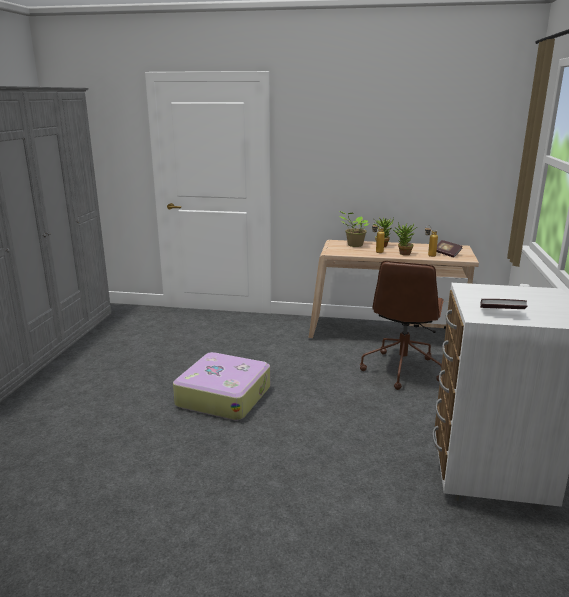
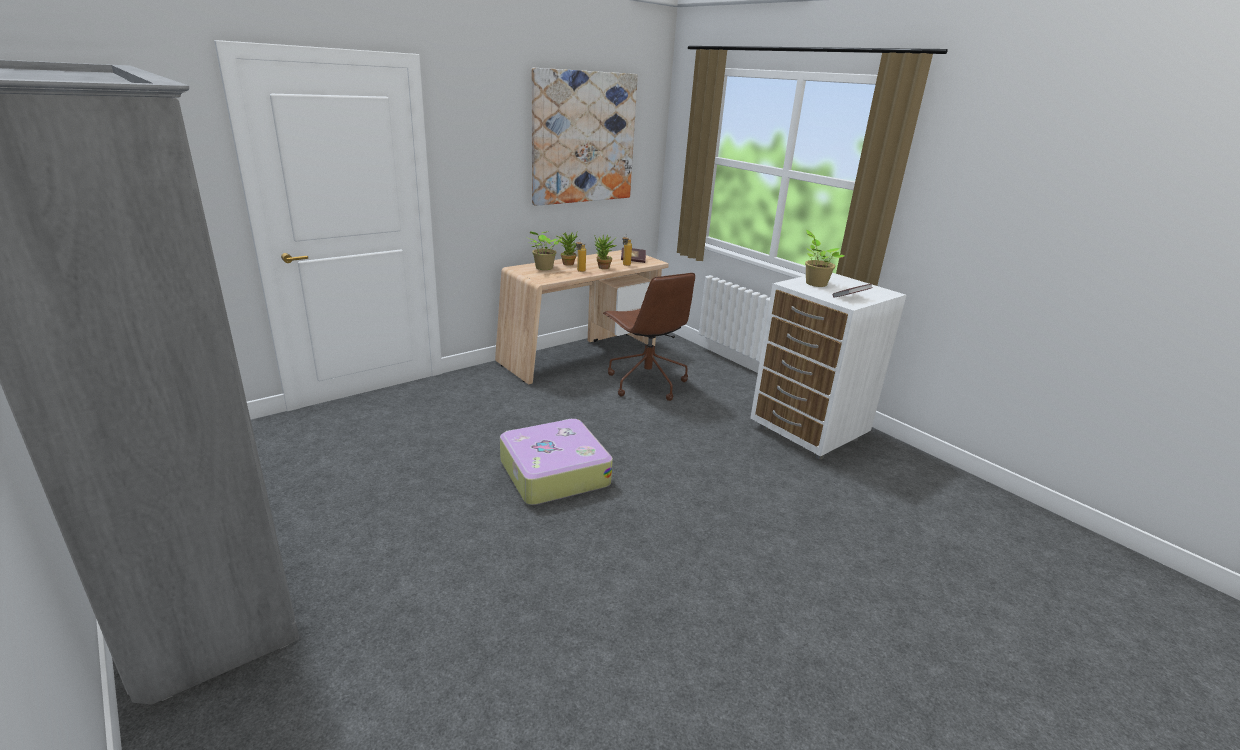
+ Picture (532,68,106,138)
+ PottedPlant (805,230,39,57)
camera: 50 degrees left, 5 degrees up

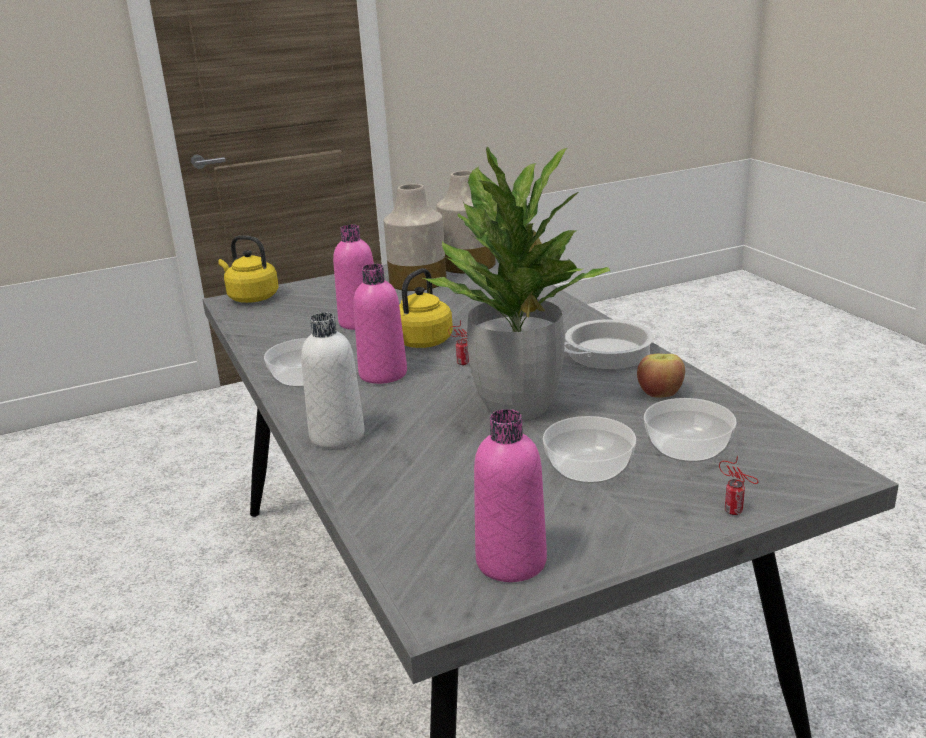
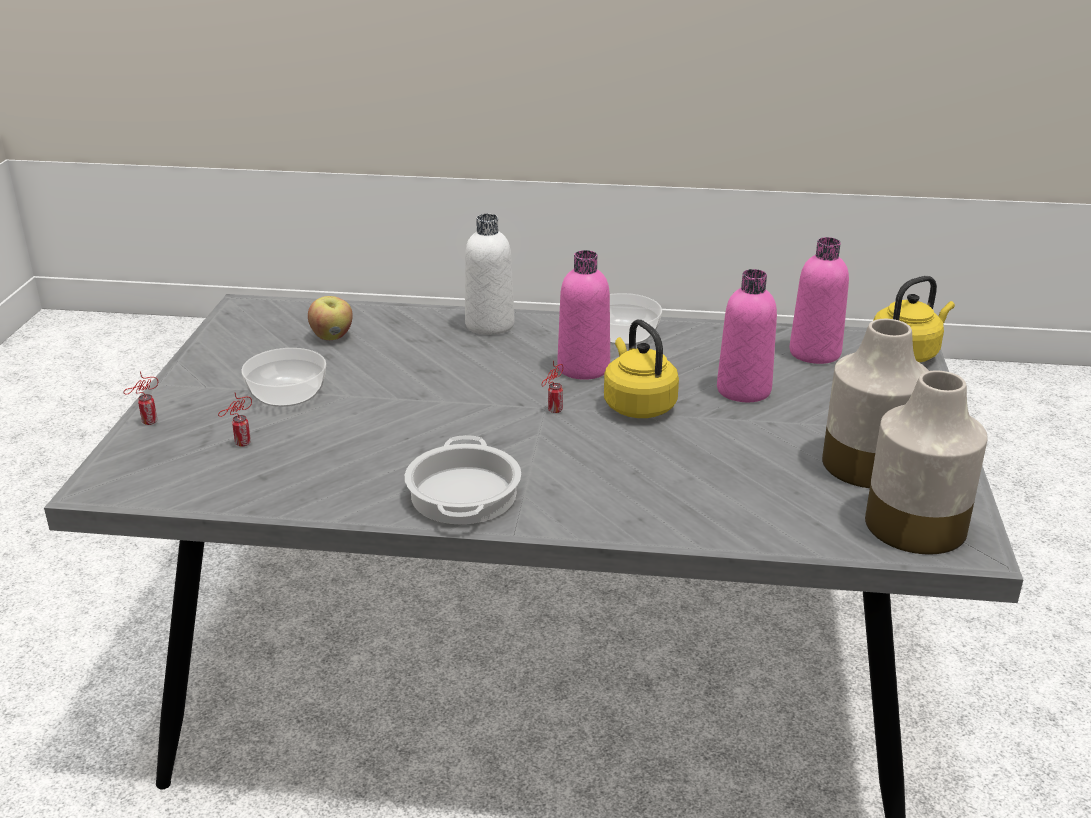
- PottedPlant (423,146,187,275)
~ PinkBottle (474,409,73,173) to (789,237,60,127)
~ Apple (637,354,48,44) to (308,296,45,44)
~ Bowl (644,398,93,64) to Can (218,393,34,54)
camera: 120 degrees right, 5 degrees up

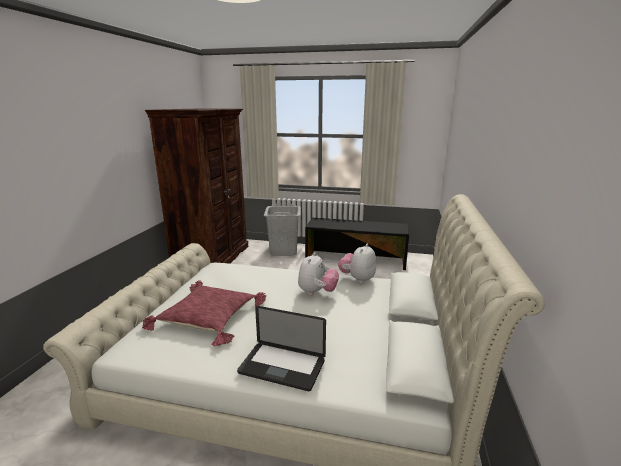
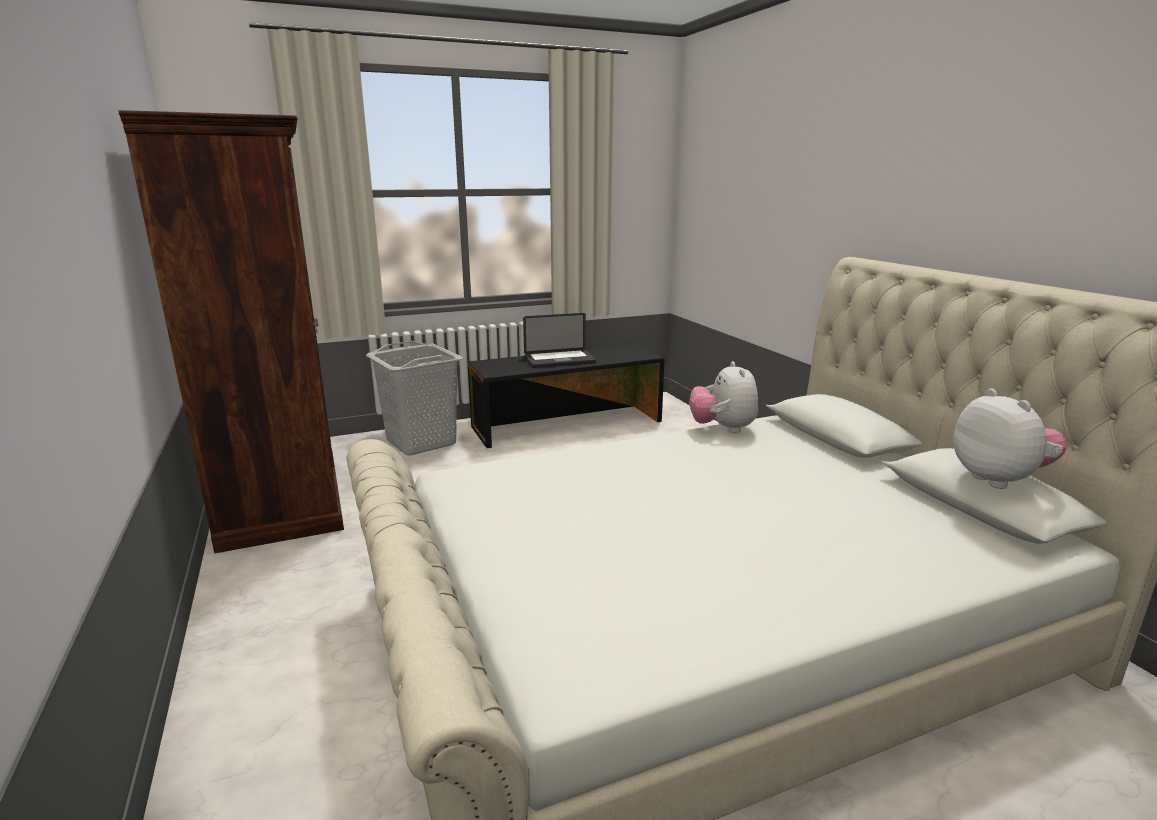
- RedPillow (142,280,124,66)
~ Laptop (237,306,89,85) to (523,313,73,55)
~ PlushToy (298,252,41,43) to (953,389,114,100)
camera: 35 degrees left, 0 degrees up

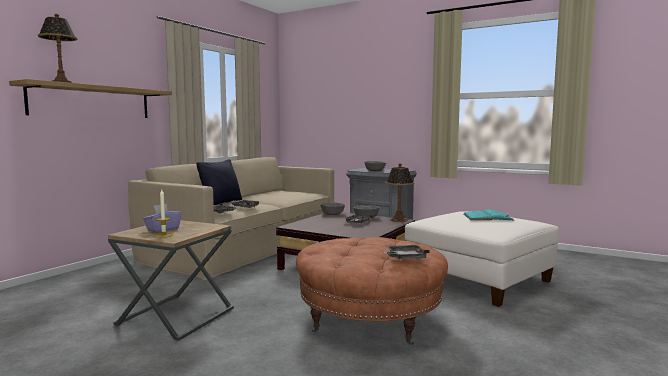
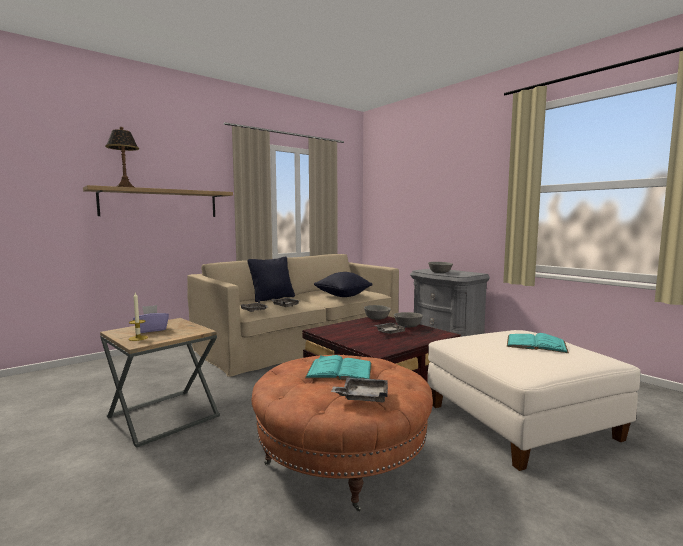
- TableLamp (385,163,29,59)
+ TurquoiseBook (305,355,67,25)
+ BlackPillow (314,272,59,25)
camera: 20 degrees right, 0 degrees up

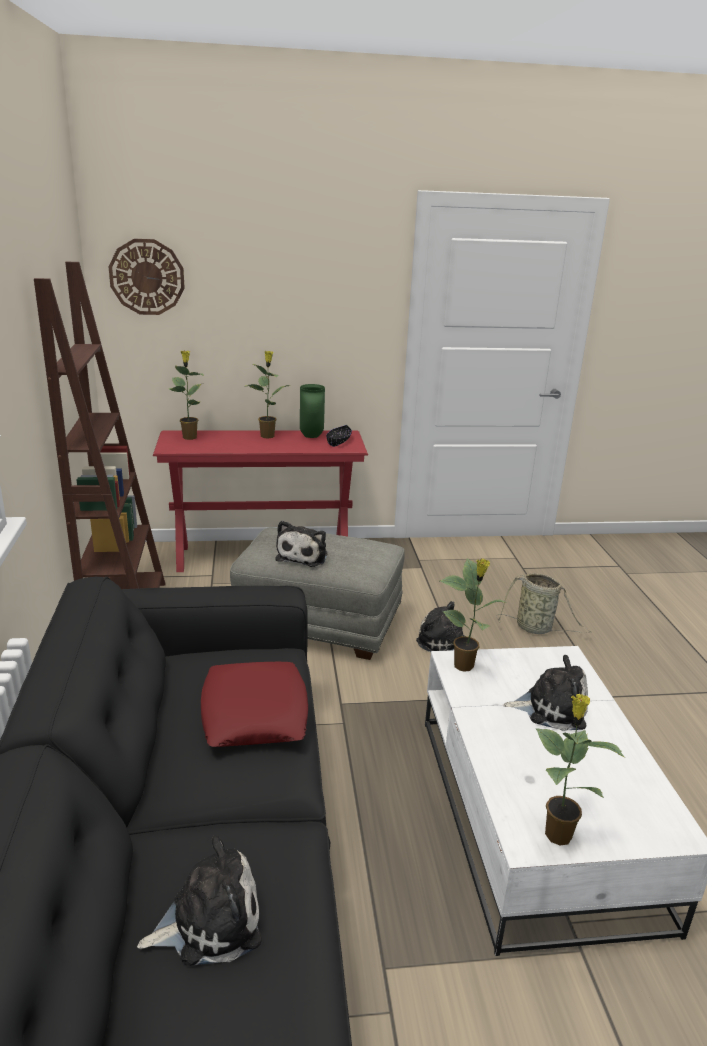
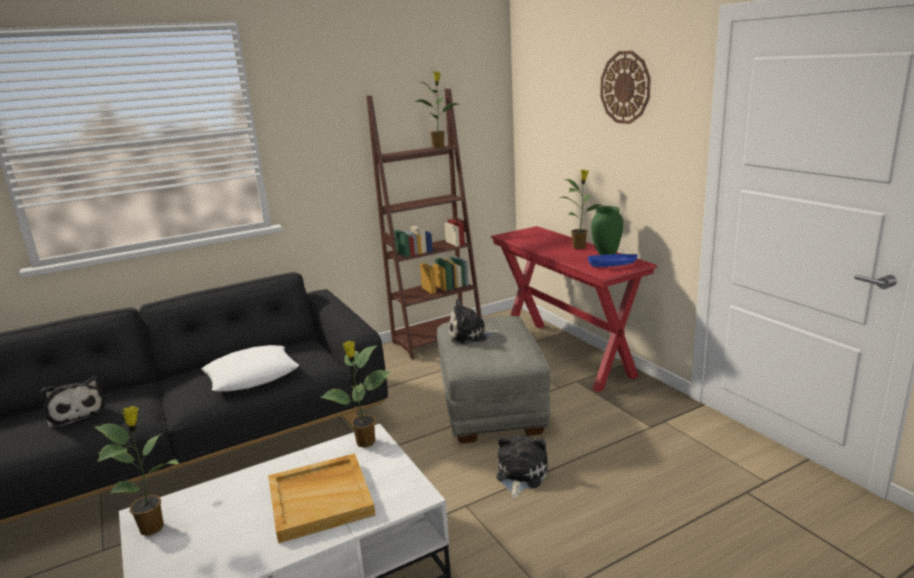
- Basket (496,573,96,61)
~ WallClock (108,239,77,76) to (600,51,51,73)
~ PottedPlant (168,351,36,89) to (414,72,44,77)
~ PlushToy (503,655,85,76) to BeigeTray (268,453,108,90)
~ RedPillow (201,662,107,85) to WhitePillow (201,345,98,46)
~ BlackBowl (326,425,26,22) to BlueBowl (588,254,50,13)
camera: 70 degrees right, 5 degrees down

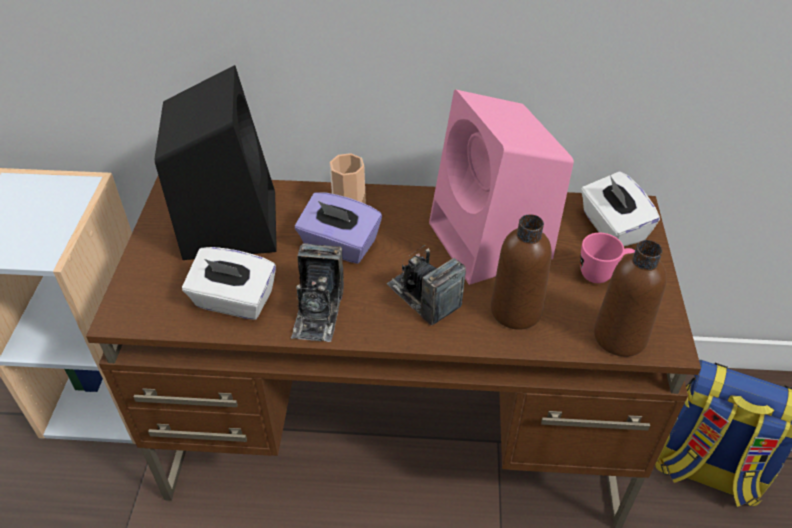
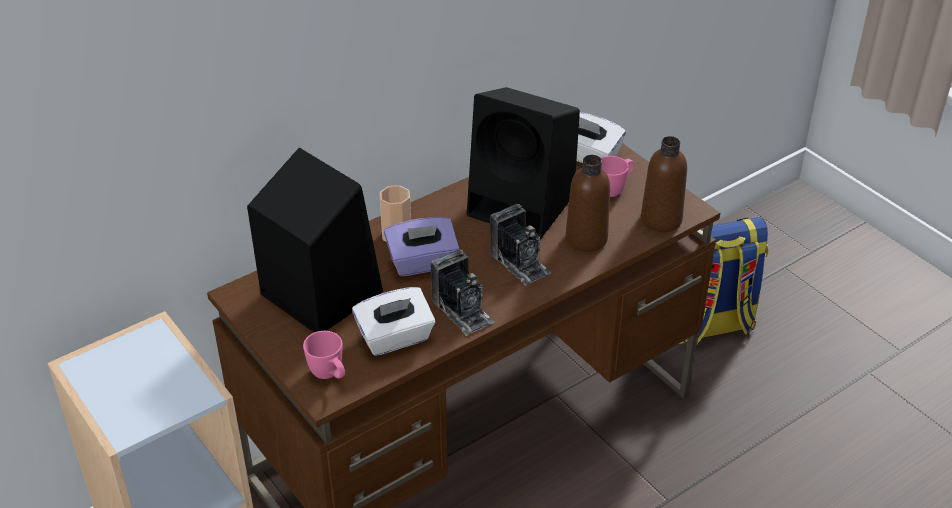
+ PinkMug (303,331,42,48)
~ PinkSpeaker (429,89,145,196) to BlackSpeaker (467,87,113,153)
~ PhotoCamera (387,245,79,81) = (490,204,62,82) 135 degrees counterclockwise
camera: 40 degrees left, 5 degrees down

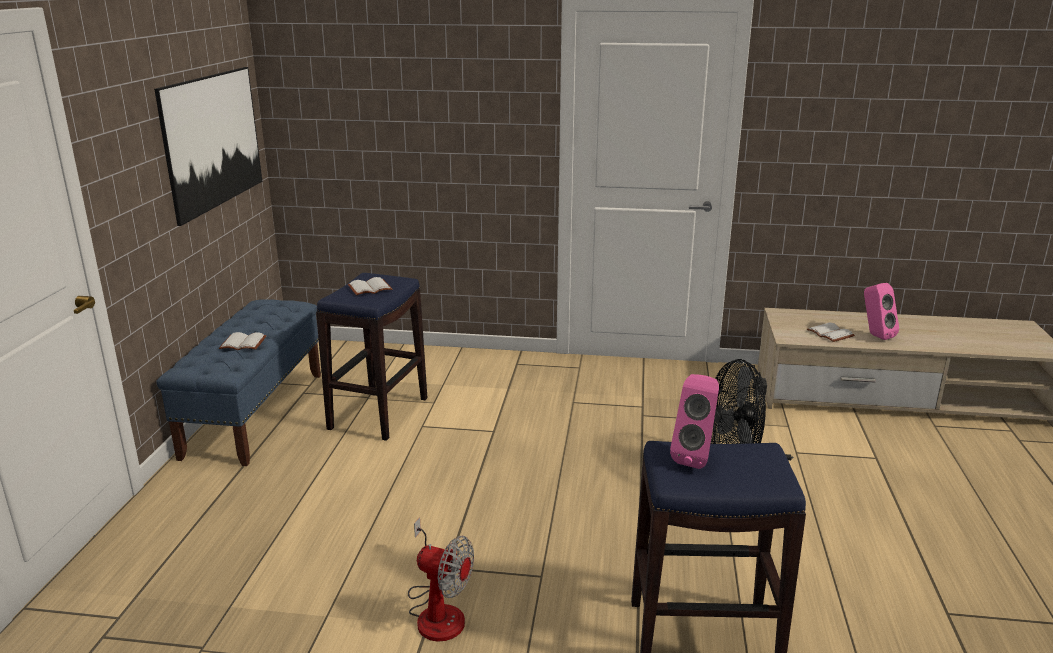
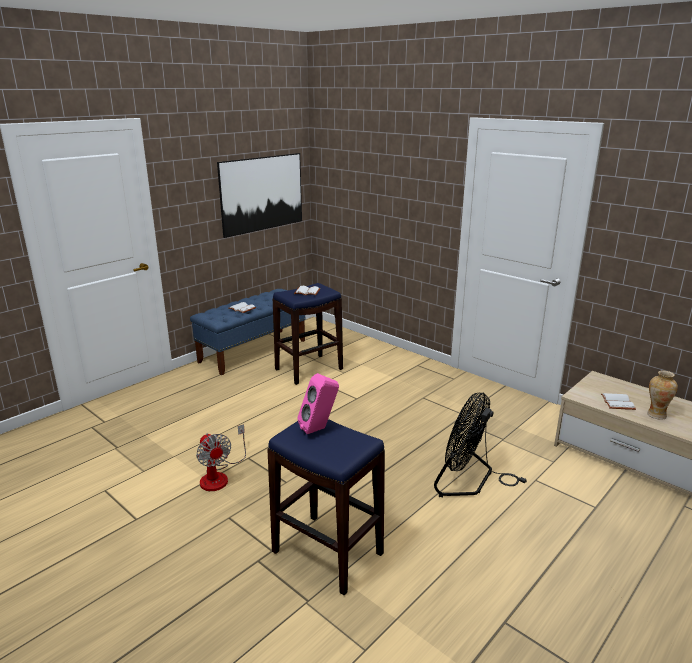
~ PinkSpeaker (864,283,35,57) to Vase (647,371,31,49)
camera: 35 degrees right, 0 degrees up

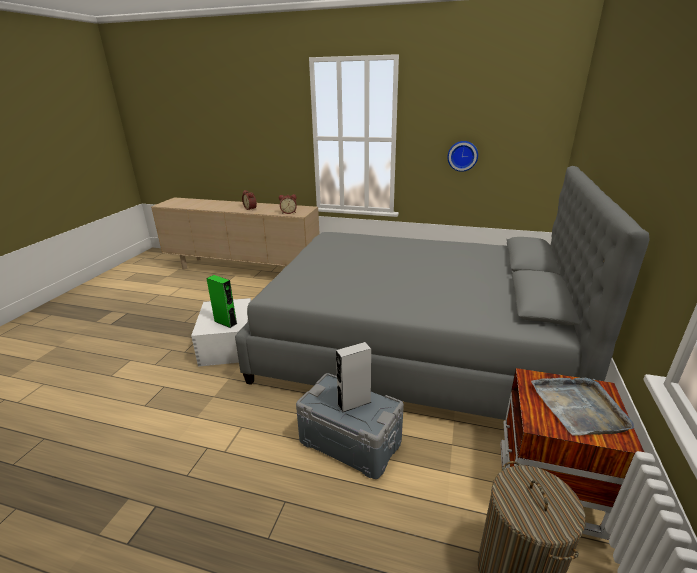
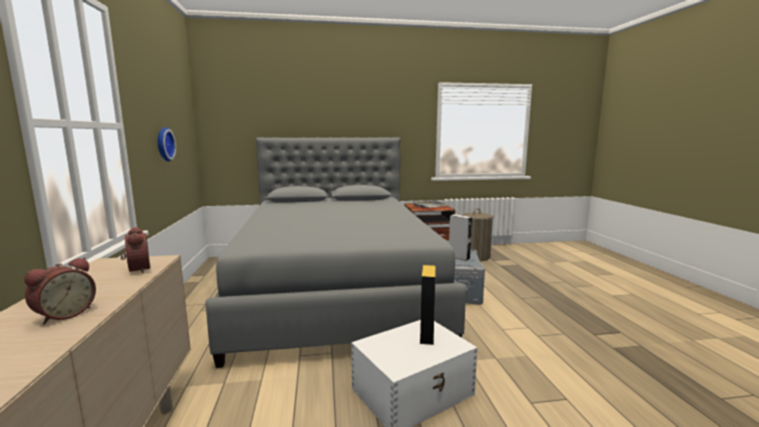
~ GreenSpeaker (206,275,31,53) to YellowSpeaker (420,265,16,80)
camera: 115 degrees left, 15 degrees down

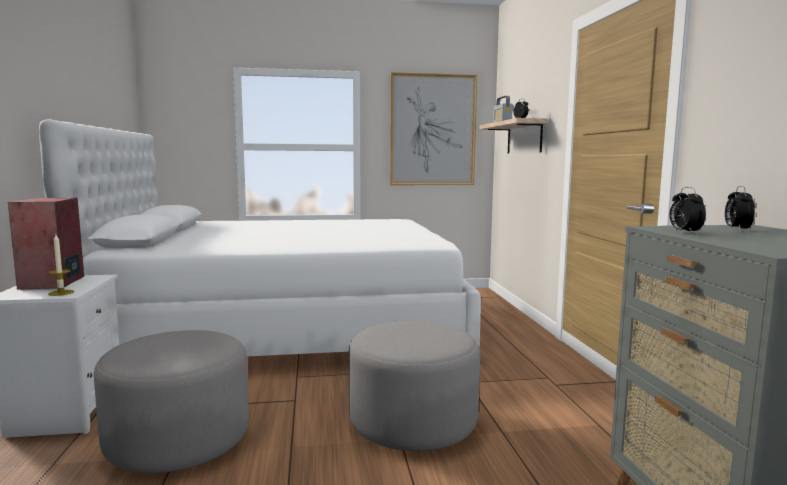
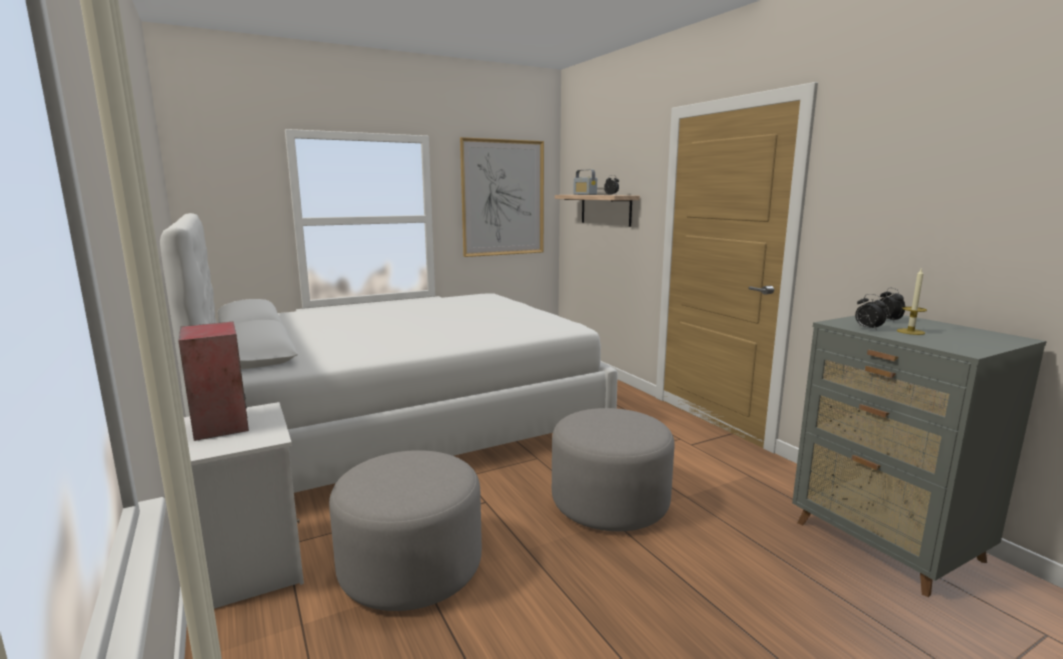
~ Candle (48,235,26,61) to (897,267,30,68)
camera: 20 degrees left, 5 degrees up

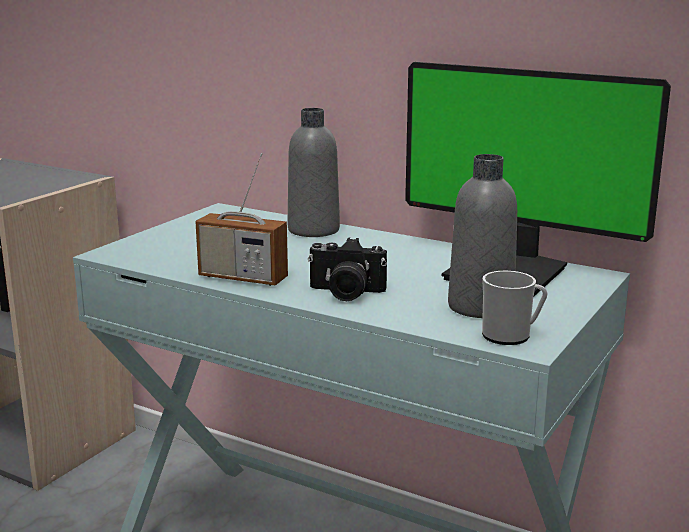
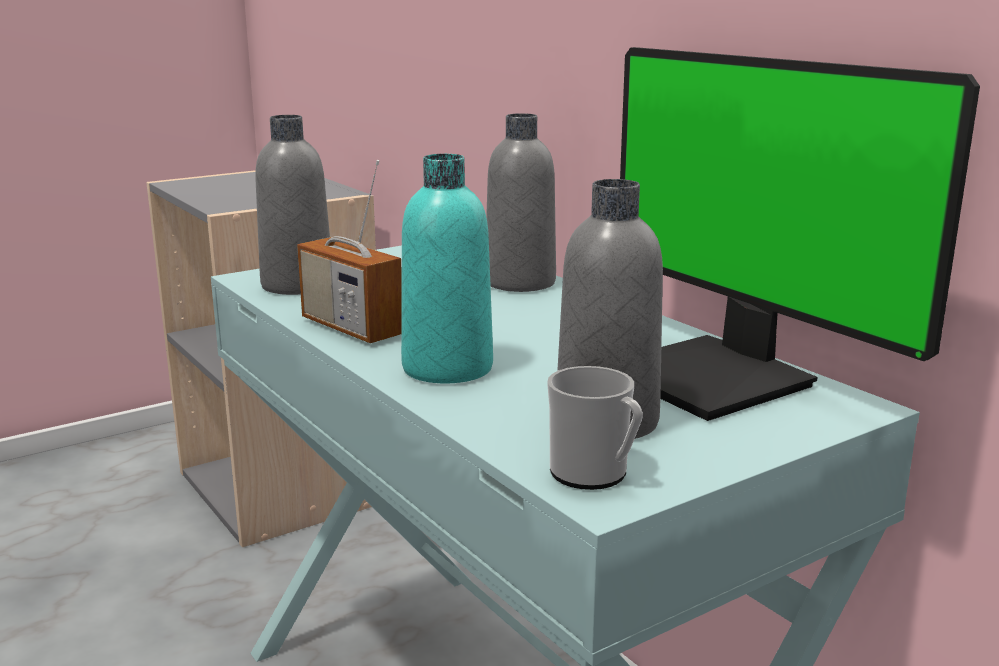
+ GreyBottle (255,115,75,180)
~ PhotoCamera (308,238,79,63) to TurquoiseBottle (401,154,92,229)
camera: 25 degrees right, 0 degrees up

